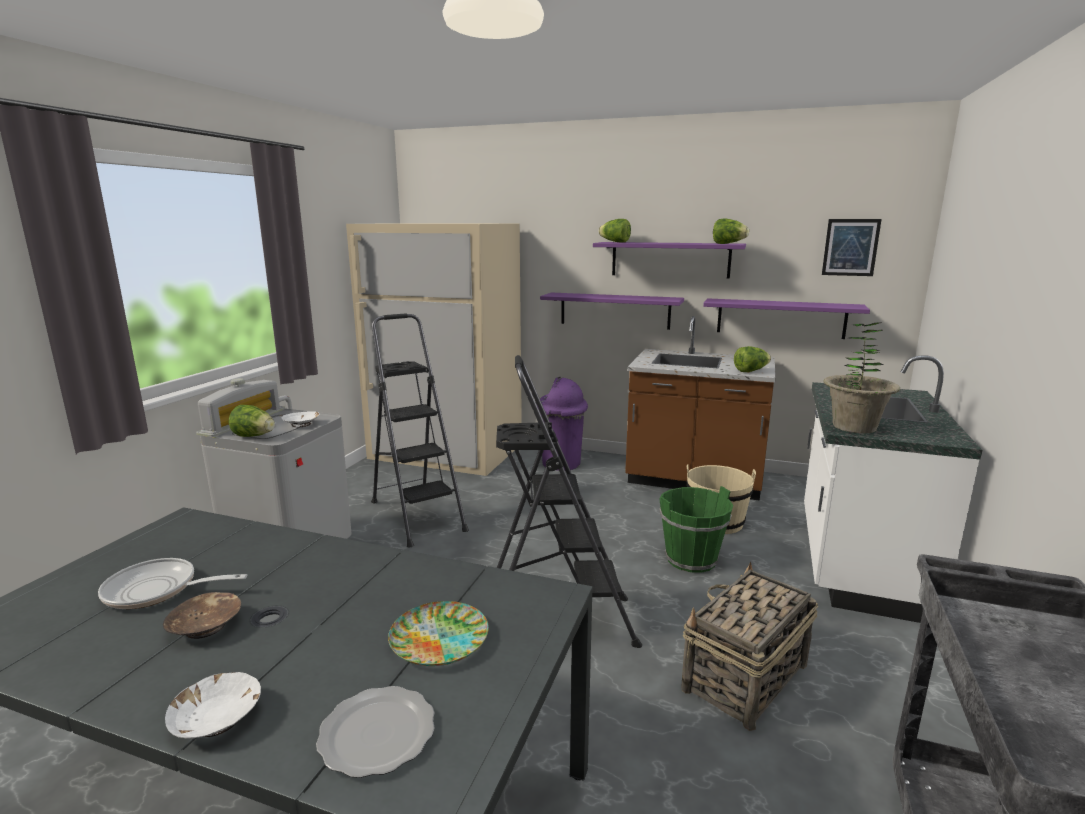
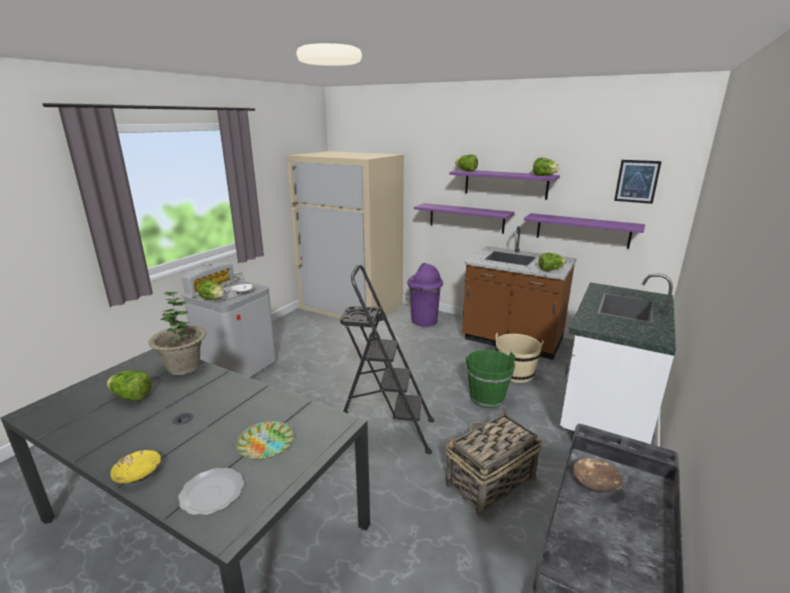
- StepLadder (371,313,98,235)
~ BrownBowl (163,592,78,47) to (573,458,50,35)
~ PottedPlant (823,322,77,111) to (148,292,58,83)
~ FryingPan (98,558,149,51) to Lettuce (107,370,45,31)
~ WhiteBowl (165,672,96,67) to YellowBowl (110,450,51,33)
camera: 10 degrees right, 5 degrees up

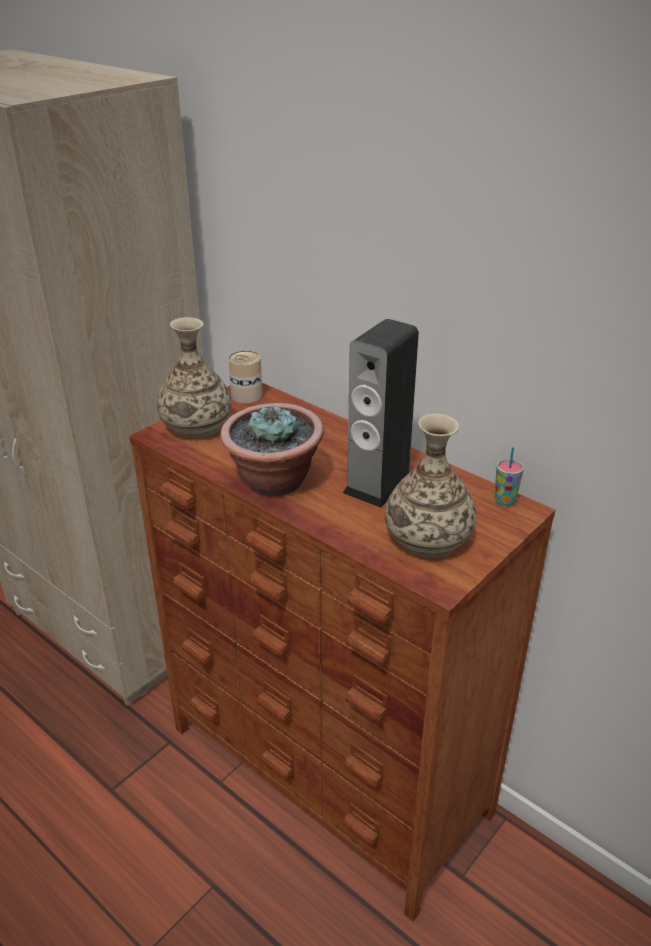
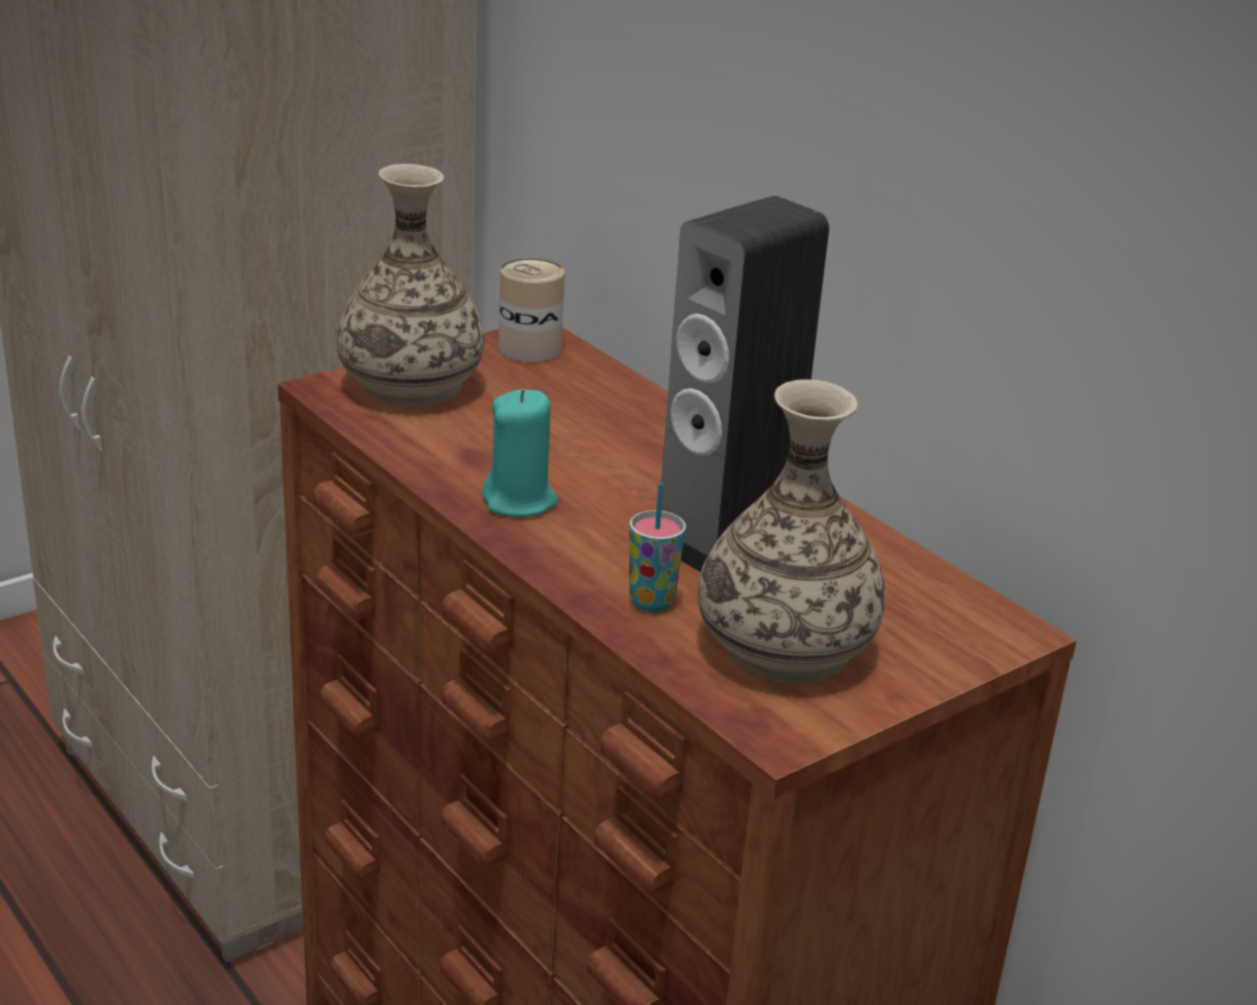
~ Cup (495,447,29,59) to (629,483,57,129)
~ PottedPlant (220,403,104,93) to TurquoiseCandle (482,389,76,128)
camera: 10 degrees right, 5 degrees down

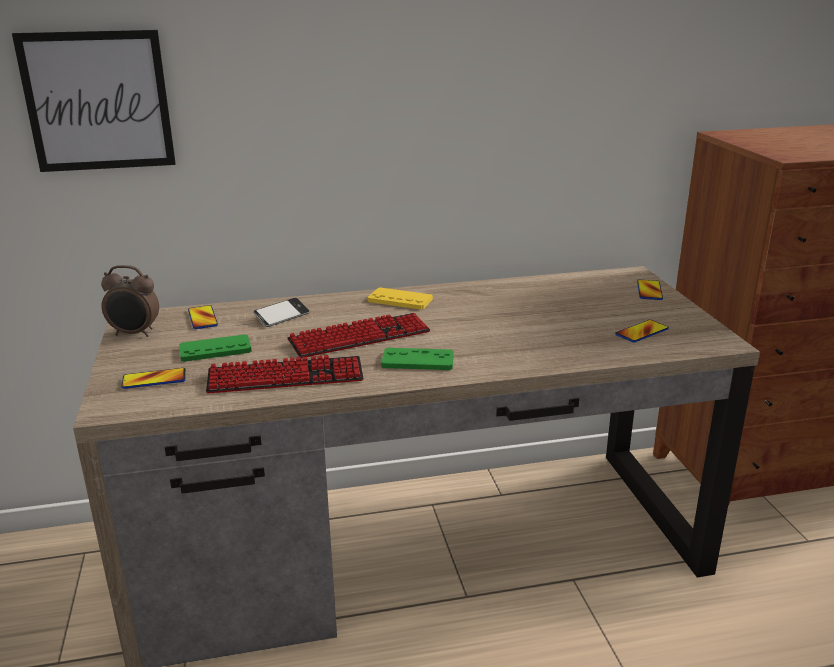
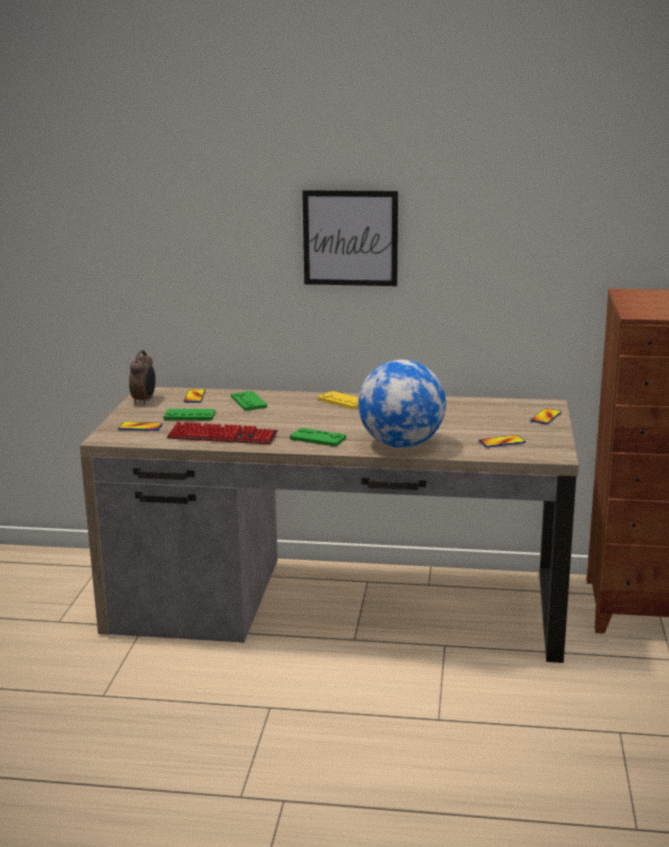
- Keyboard (288,313,142,45)
+ Globe (358,360,88,88)
~ Picture (12,30,164,142) to (302,190,96,96)
~ Phone (253,298,56,29) to GreenGameController (231,391,36,20)
~ AlarmClock (101,265,58,72) = (129,350,26,55) 105 degrees counterclockwise
camera: 20 degrees right, 5 degrees down

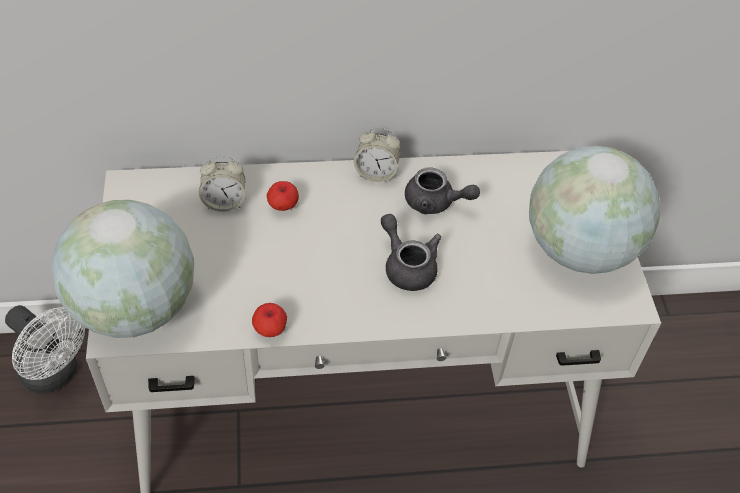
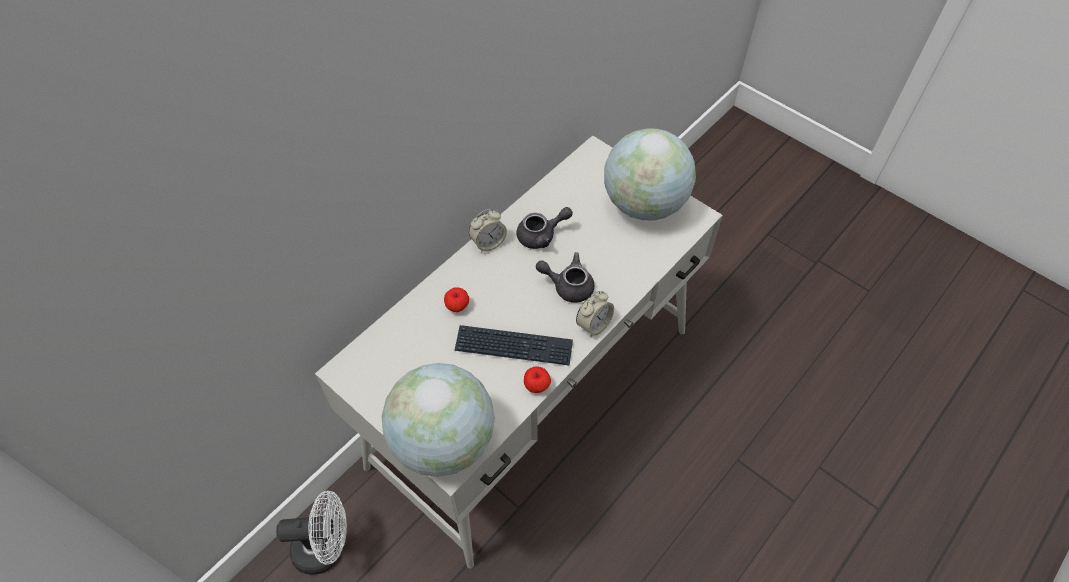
+ Keyboard (454,325,119,41)
~ AlarmClock (199,156,46,55) to (576,291,38,46)
camera: 40 degrees left, 5 degrees up

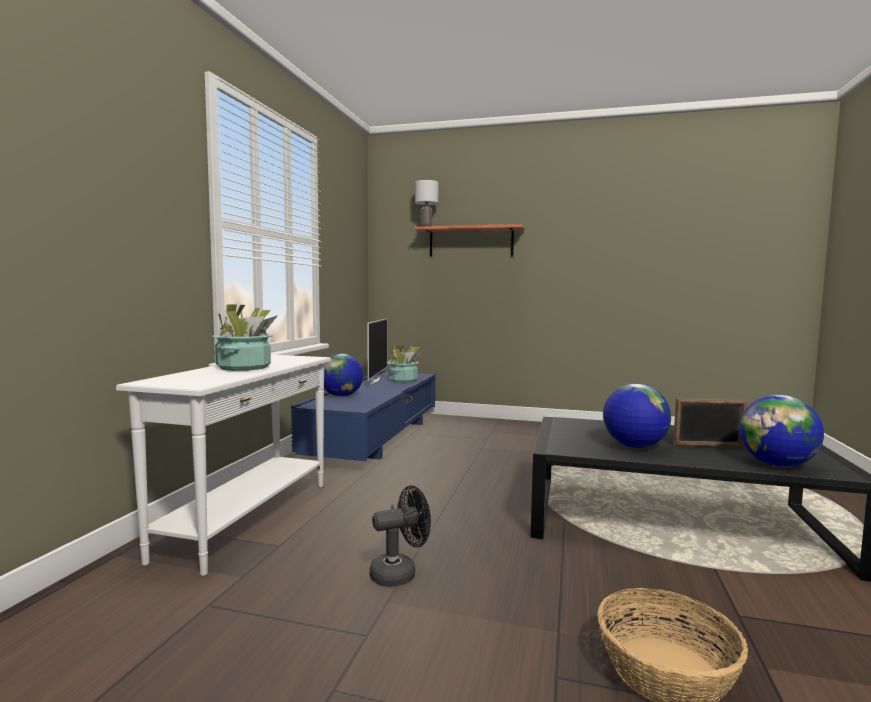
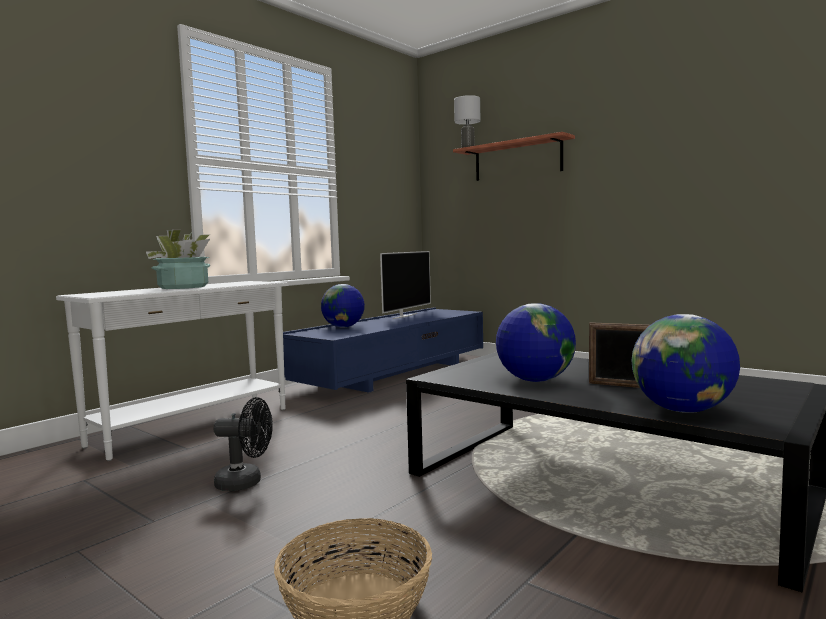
- PottedPlant (387,344,35,39)
camera: 25 degrees right, 0 degrees up

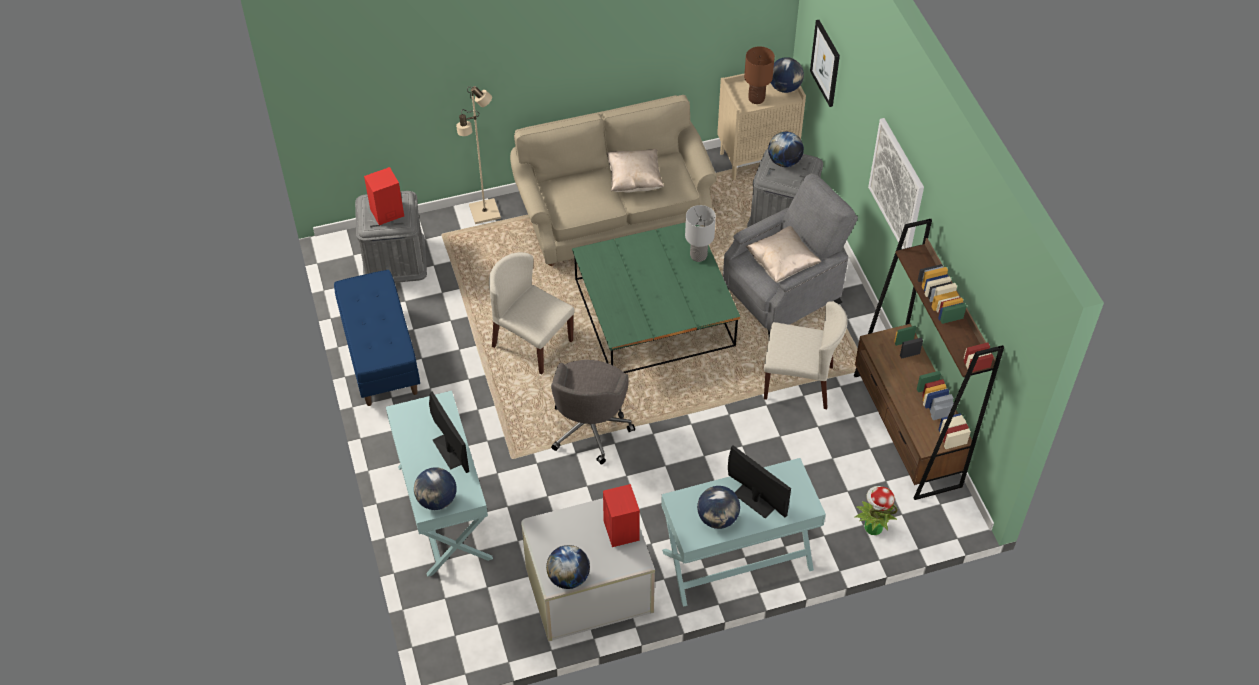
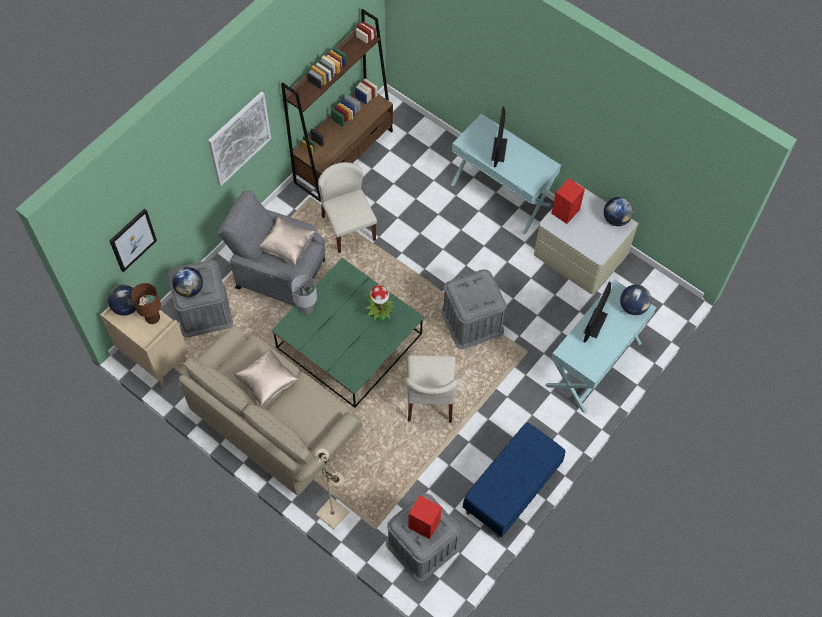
- Globe (697,486,43,43)
~ PottedPlant (854,486,43,49) to (365,285,29,36)
~ GreyOfficeChair (551,360,84,105) to GreyStorageBox (441,269,65,80)
camera: 125 degrees left, 10 degrees up

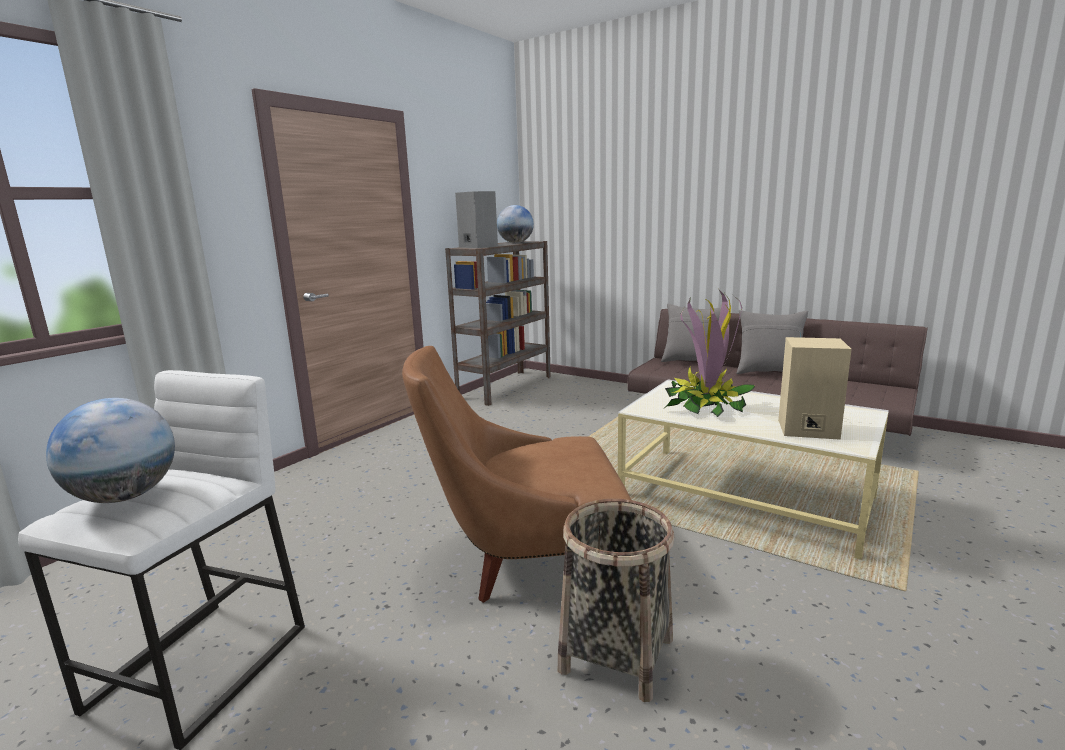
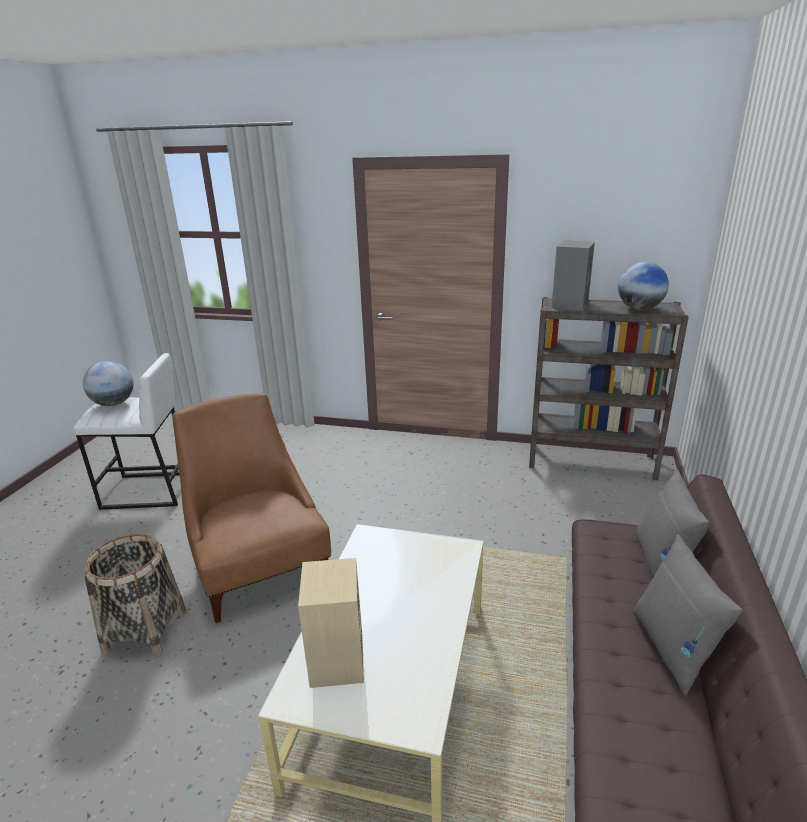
- PottedPlant (665,290,90,127)
camera: 70 degrees right, 10 degrees up

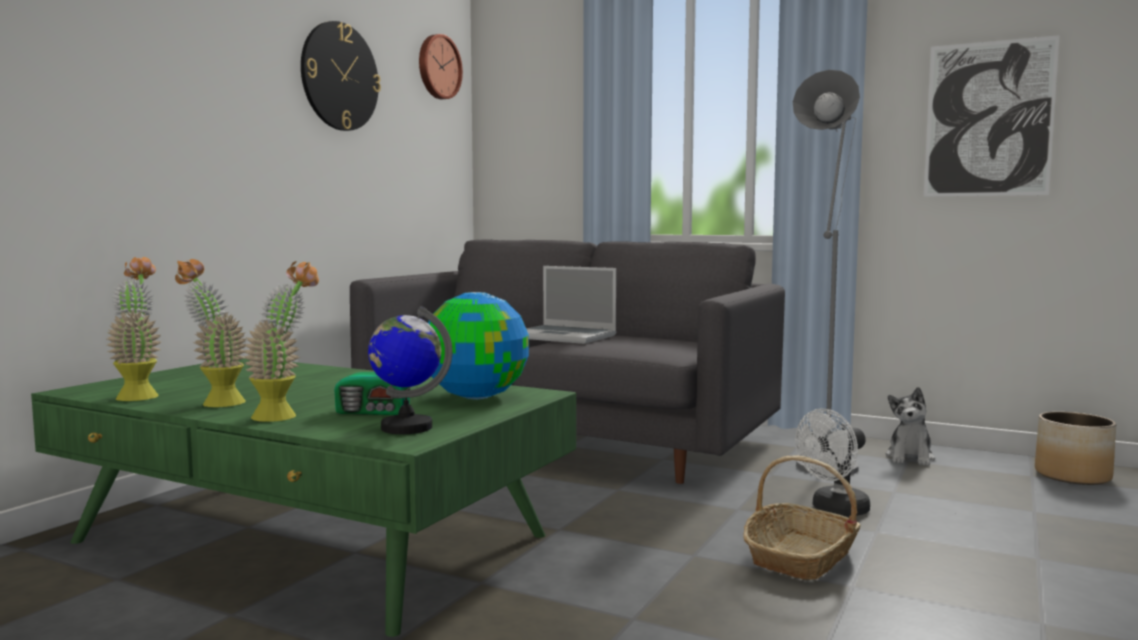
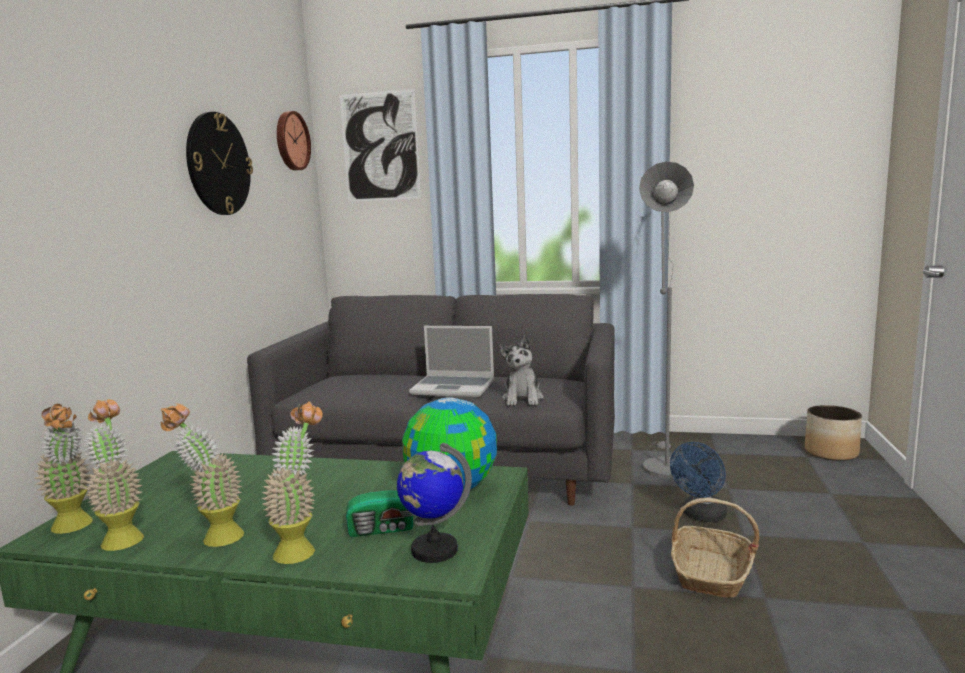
+ PottedPlant (35,404,58,130)
~ PlushToy (885,387,50,79) to (499,335,45,71)
~ Picture (924,35,136,162) to (340,89,81,113)
~ WhiteFan (795,408,75,109) to BlueFan (670,442,57,80)
camera: 15 degrees left, 5 degrees up

